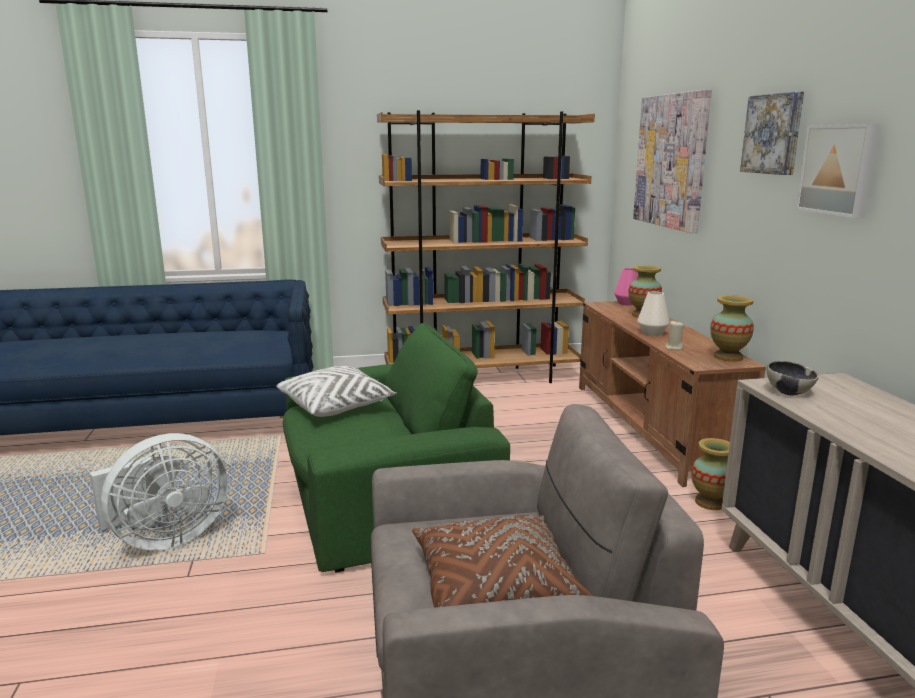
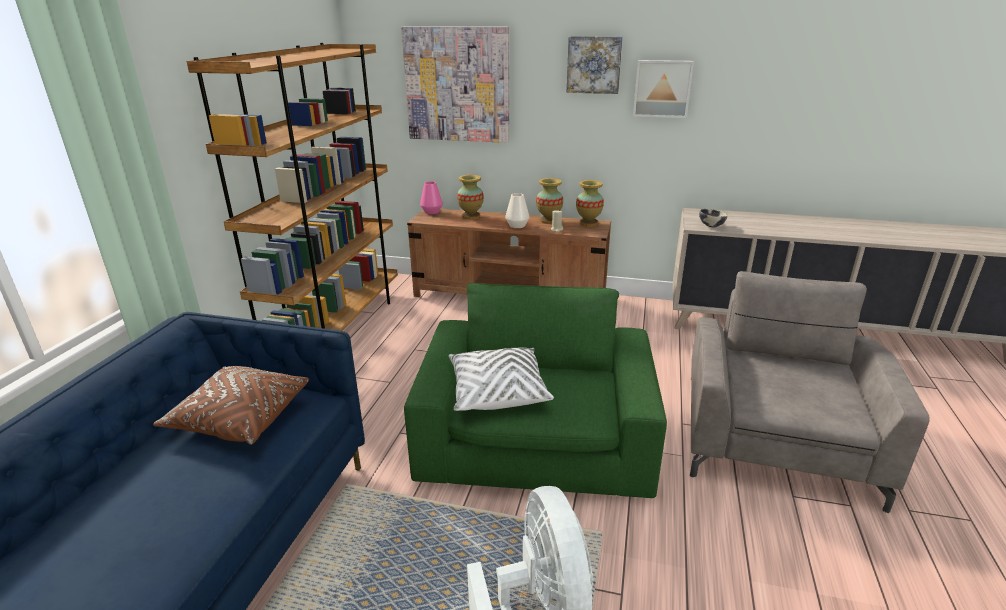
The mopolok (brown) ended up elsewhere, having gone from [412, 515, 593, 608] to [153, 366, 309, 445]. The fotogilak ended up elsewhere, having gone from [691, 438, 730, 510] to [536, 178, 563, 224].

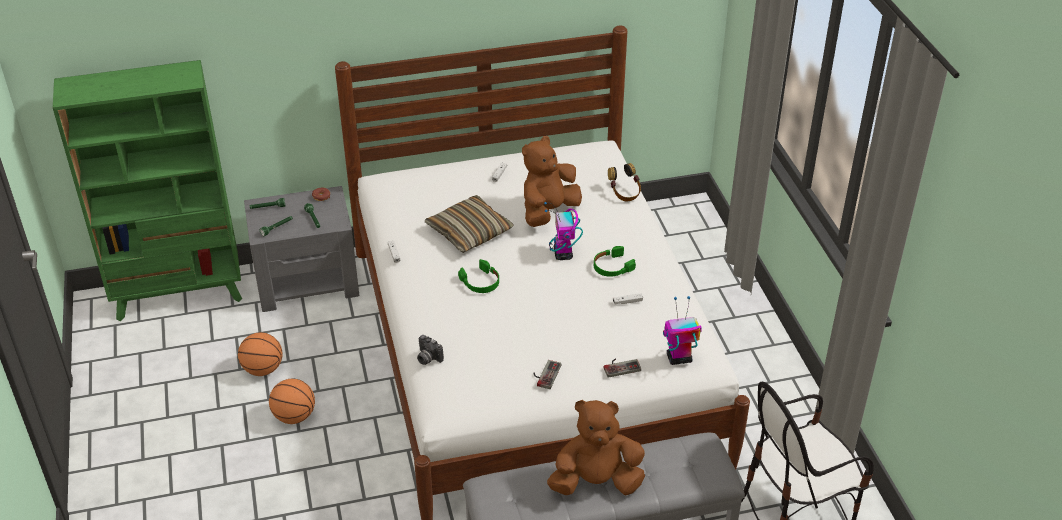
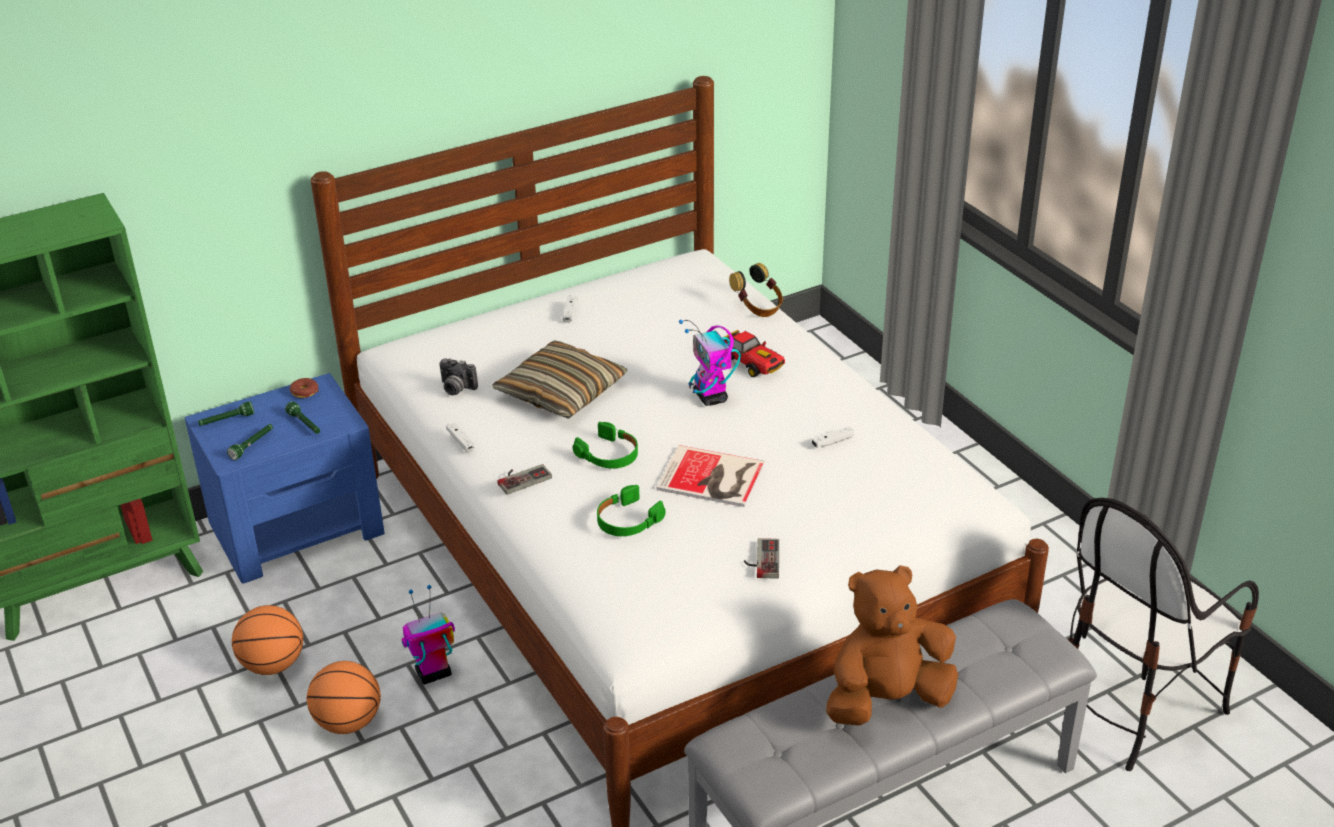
What was the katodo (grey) at [244, 186, 359, 312] turned into the katodo (blue) at [184, 373, 385, 584]. The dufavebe ended up elsewhere, having gone from [663, 296, 702, 365] to [402, 585, 455, 684]. The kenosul ended up elsewhere, having gone from [417, 335, 444, 365] to [440, 358, 478, 395]. The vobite ended up elsewhere, having gone from [604, 358, 641, 378] to [497, 464, 552, 495]. The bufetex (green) ended up elsewhere, having gone from [594, 246, 636, 277] to [597, 485, 665, 536]. The second view gained the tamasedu at [656, 445, 765, 507]. The second view gained the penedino at [724, 330, 785, 377]. The second view lost the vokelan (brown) at [522, 136, 582, 227].

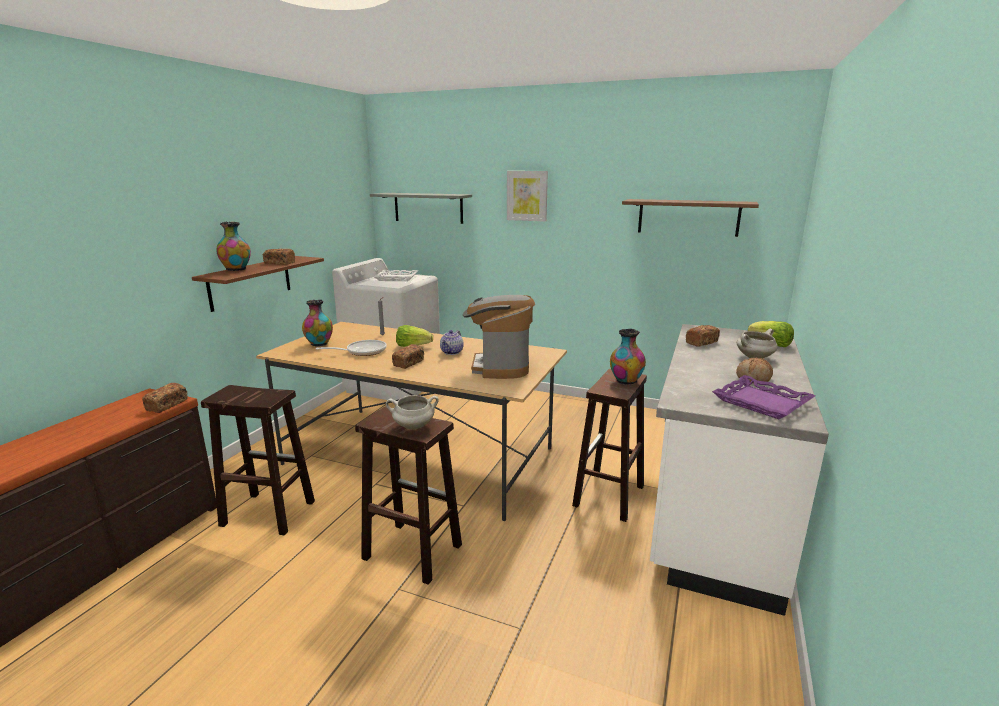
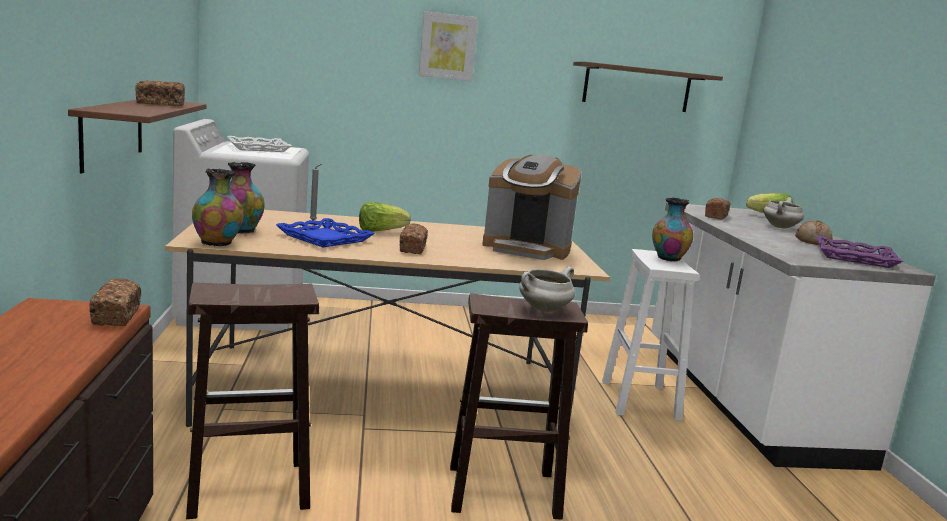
The fotogilak ended up elsewhere, having gone from [216, 222, 251, 271] to [192, 169, 244, 246]. Where the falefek stood at [316, 340, 387, 356], the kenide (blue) came to stand at [276, 218, 375, 247]. The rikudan at [463, 295, 535, 379] ended up facing another way, 45 degrees counterclockwise from before. What was the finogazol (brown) at [572, 369, 647, 522] turned into the finogazol (white) at [602, 249, 699, 421]. The second view lost the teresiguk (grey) at [370, 193, 472, 224]. The second view lost the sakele at [440, 330, 464, 355].

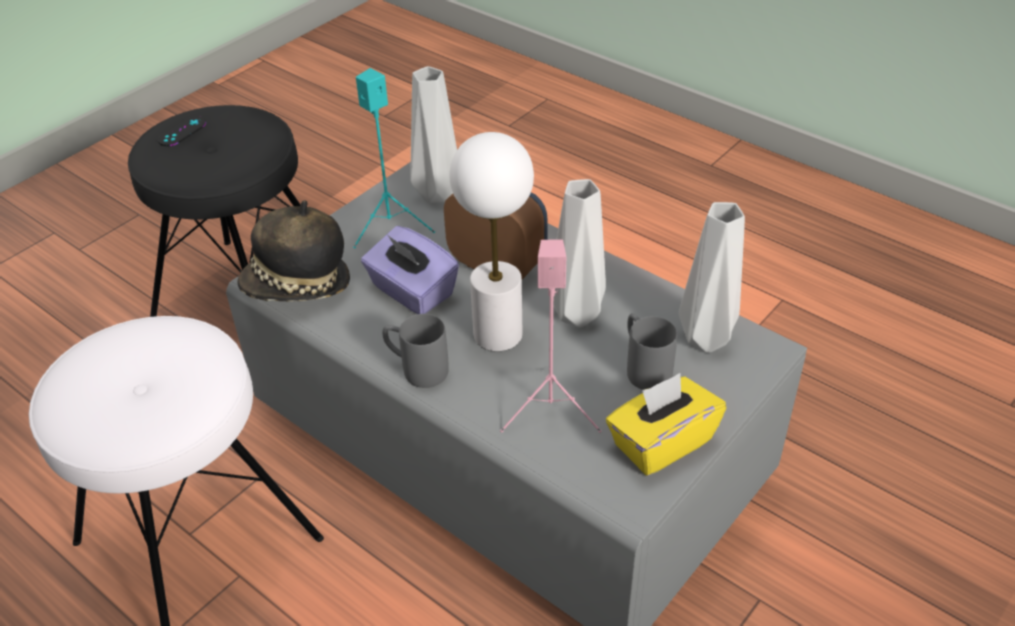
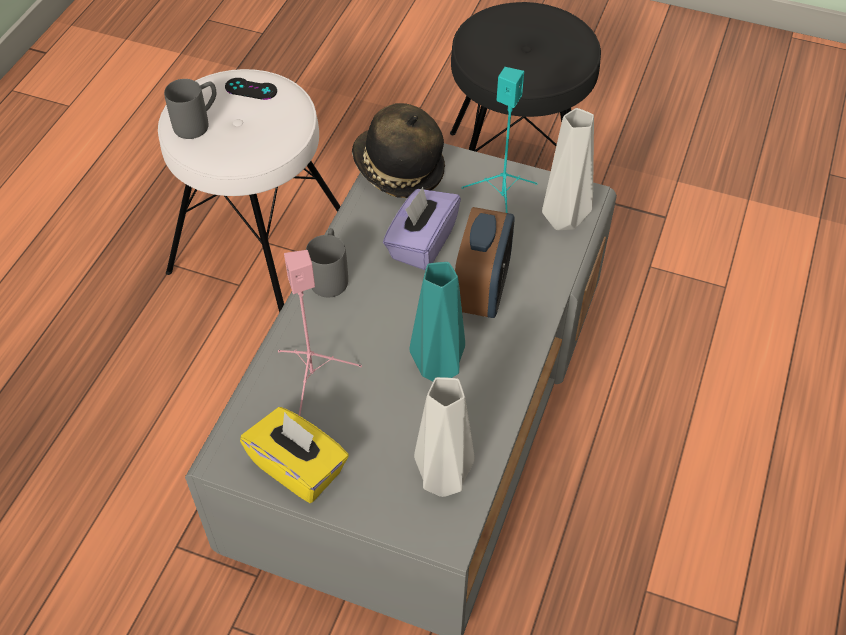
The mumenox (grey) ended up elsewhere, having gone from [627, 313, 677, 390] to [164, 79, 216, 139]. The vobite (black) ended up elsewhere, having gone from [158, 116, 206, 146] to [225, 78, 277, 100]. What was the fotogilak (grey) at [548, 179, 606, 328] turned into the fotogilak (turquoise) at [409, 262, 465, 381]. The second view lost the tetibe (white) at [449, 132, 534, 351].

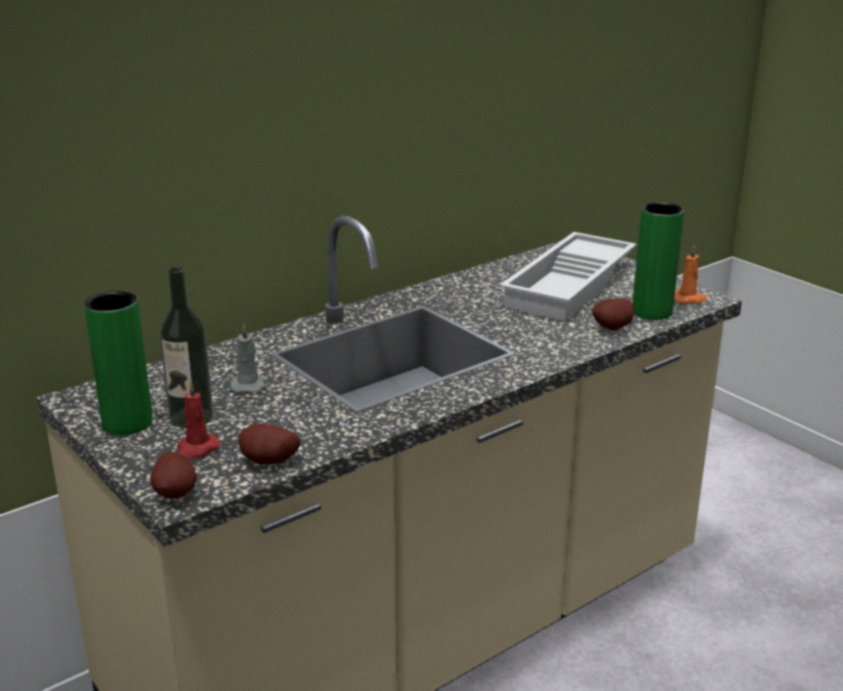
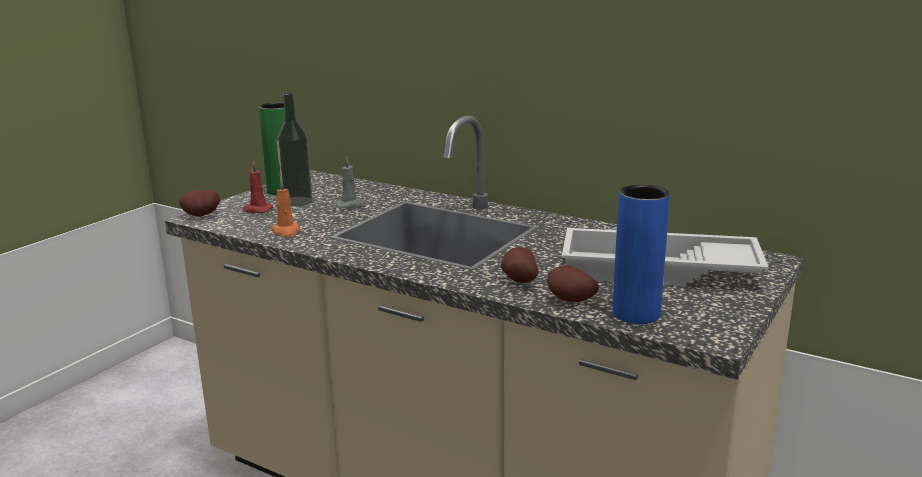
The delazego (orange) ended up elsewhere, having gone from [674, 245, 707, 304] to [271, 179, 300, 237]. The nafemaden ended up elsewhere, having gone from [238, 423, 300, 465] to [501, 247, 538, 283]. What was the fotogilak (green) at [632, 202, 684, 320] turned into the fotogilak (blue) at [612, 185, 670, 324].

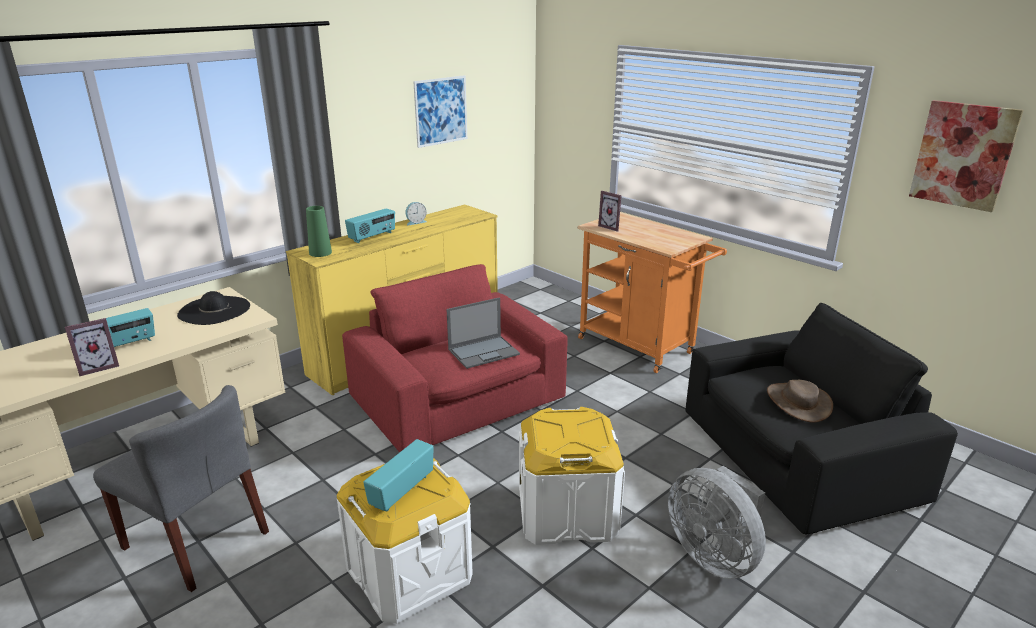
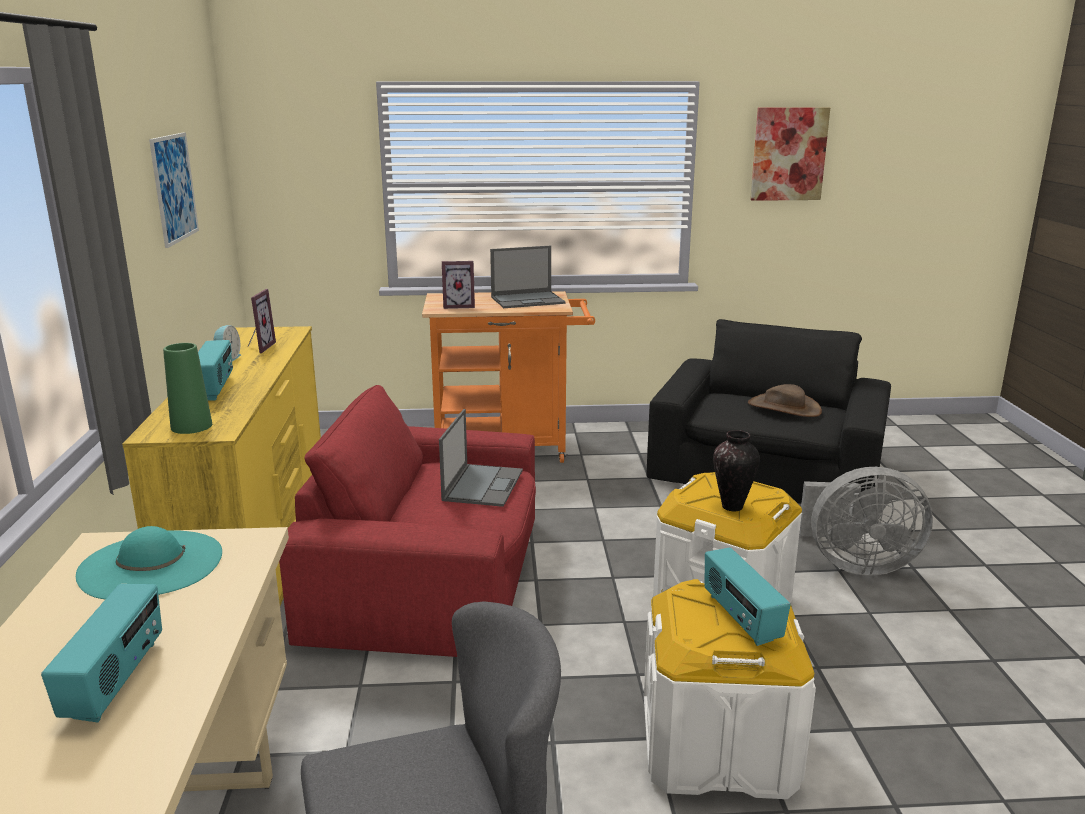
What was the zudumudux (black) at [177, 291, 250, 325] turned into the zudumudux (turquoise) at [76, 526, 222, 599]. The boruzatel ended up elsewhere, having gone from [65, 318, 119, 376] to [248, 289, 276, 353]. The second view gained the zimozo at [490, 246, 566, 308]. The second view gained the fotogilak at [713, 430, 760, 511].

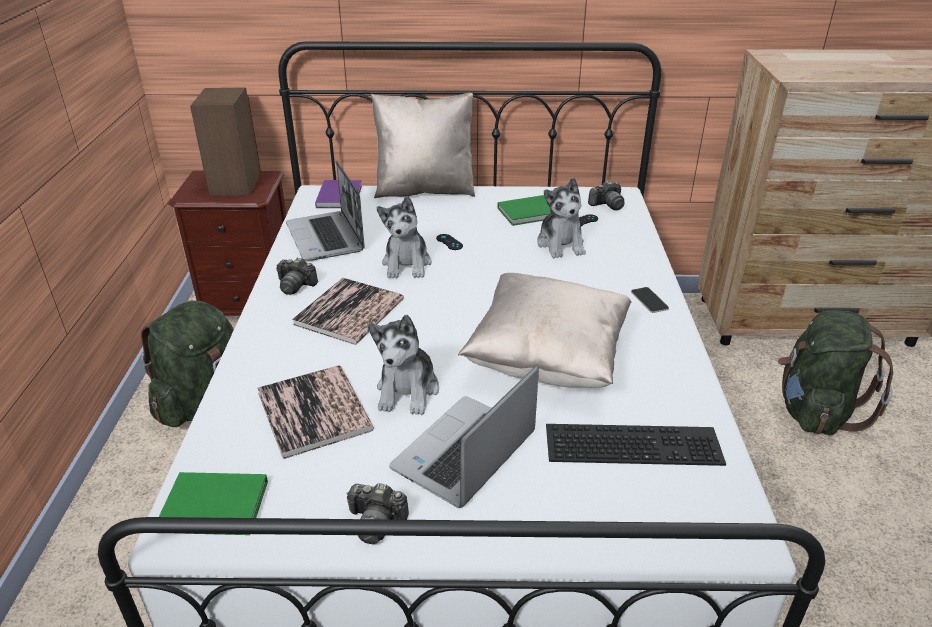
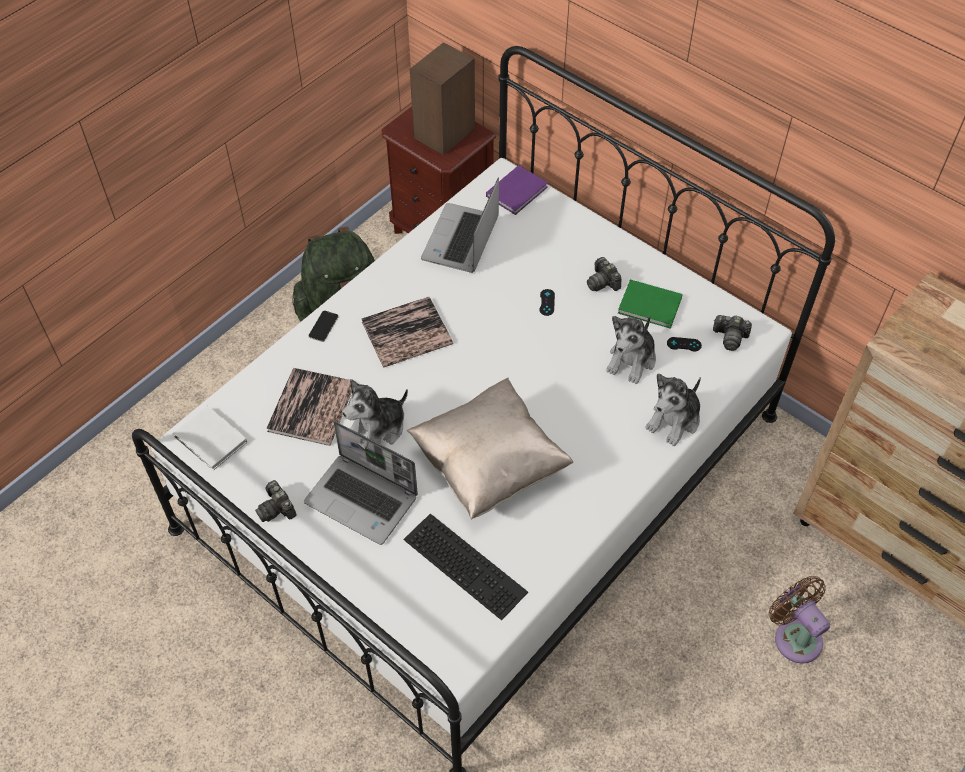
What was the tamasedu (green) at [159, 472, 268, 535] turned into the tamasedu (white) at [173, 406, 247, 471]. The zimozo at [389, 365, 539, 508] ended up facing another way, 135 degrees counterclockwise from before. The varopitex ended up elsewhere, having gone from [631, 287, 669, 313] to [308, 311, 339, 342]. The kenosul ended up elsewhere, having gone from [276, 257, 318, 295] to [587, 257, 621, 291]. The vokelan ended up elsewhere, having gone from [377, 196, 432, 278] to [645, 373, 701, 446]. Where the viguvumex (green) stood at [778, 310, 893, 435], the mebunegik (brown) came to stand at [769, 576, 830, 664]. The second view lost the mopolok (beige) at [371, 93, 475, 198].

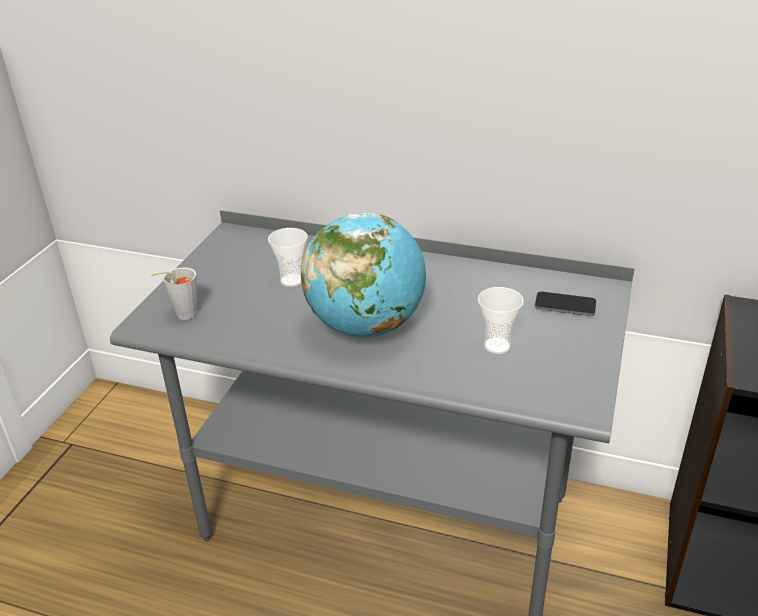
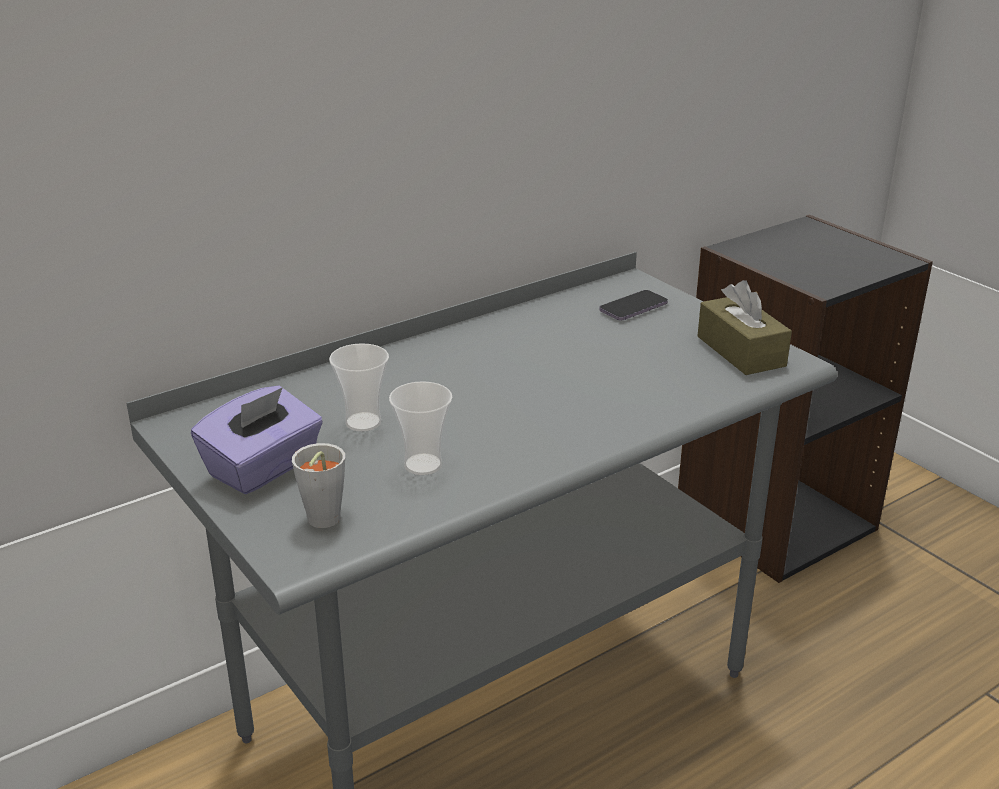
The second view gained the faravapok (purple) at [191, 385, 323, 494]. The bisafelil ended up elsewhere, having gone from [478, 287, 524, 354] to [389, 381, 452, 475]. The second view gained the faravapok (brown) at [697, 280, 792, 375]. The second view lost the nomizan at [301, 212, 426, 337].

